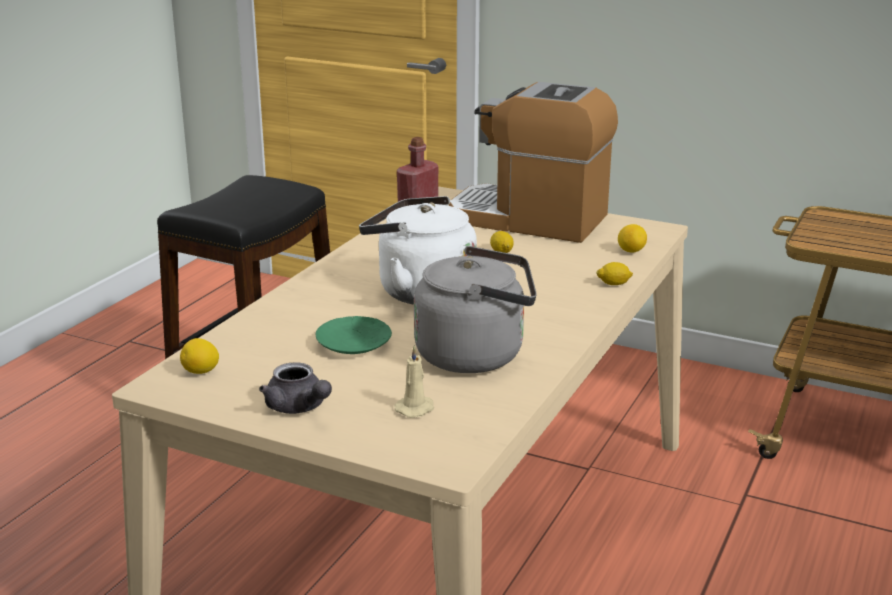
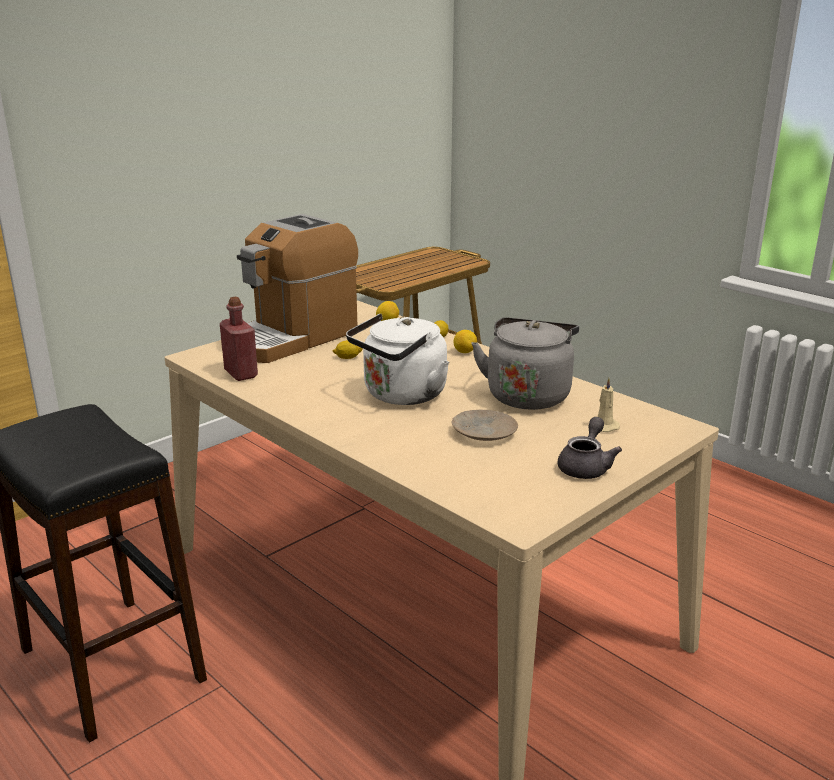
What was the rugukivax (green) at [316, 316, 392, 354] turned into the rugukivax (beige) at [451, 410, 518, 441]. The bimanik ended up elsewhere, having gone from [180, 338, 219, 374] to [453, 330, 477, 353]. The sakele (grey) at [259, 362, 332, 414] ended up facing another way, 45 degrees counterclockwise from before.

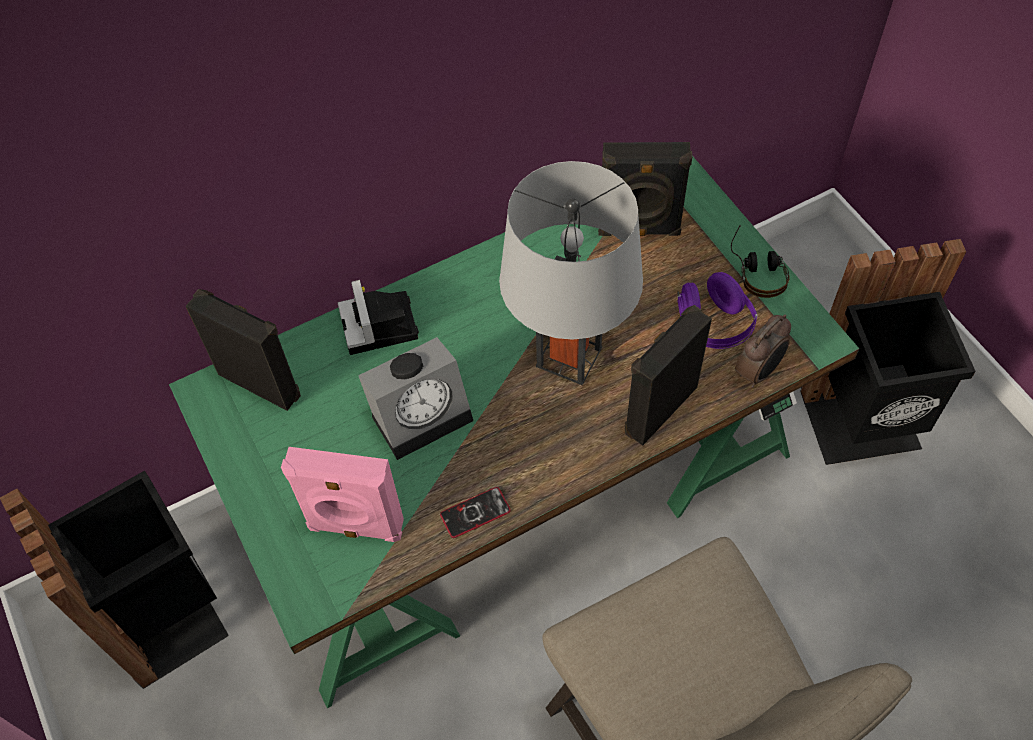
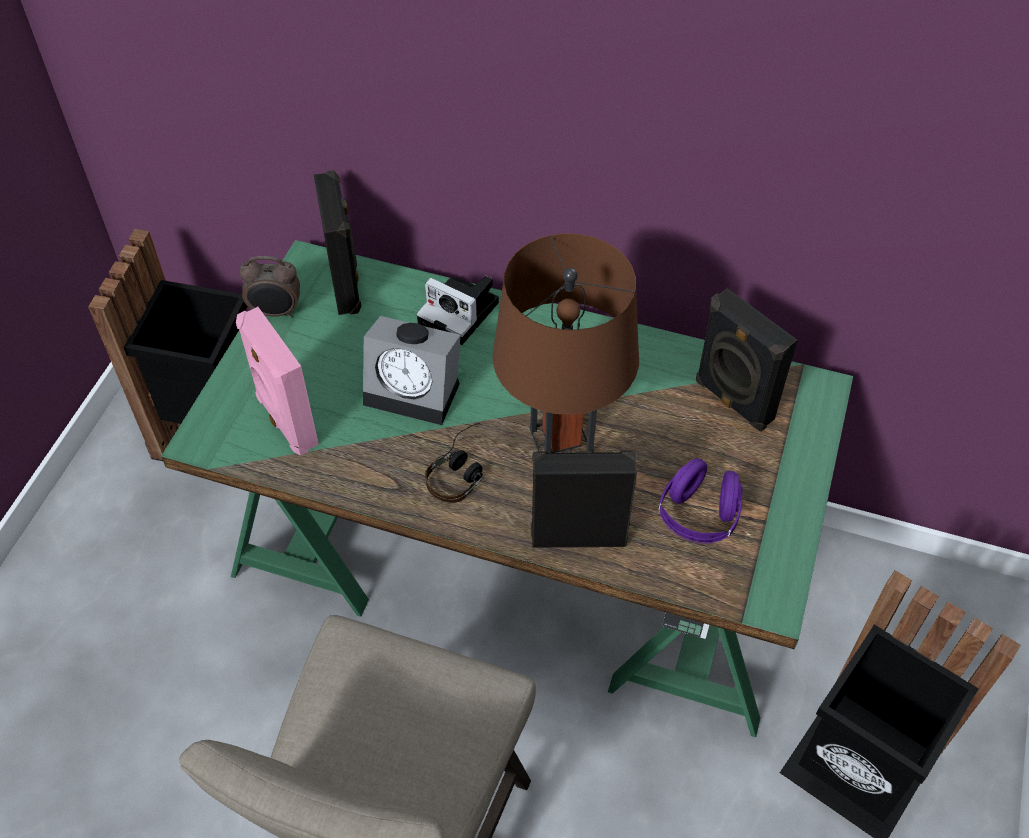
The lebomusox ended up elsewhere, having gone from [735, 314, 791, 388] to [240, 256, 300, 317]. The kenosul at [338, 280, 419, 355] ended up facing another way, 90 degrees counterclockwise from before. The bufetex ended up elsewhere, having gone from [731, 225, 790, 298] to [425, 423, 483, 503]. What was the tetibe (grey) at [499, 161, 643, 385] turned into the tetibe (brown) at [492, 233, 639, 453]. The second view lost the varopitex at [440, 487, 511, 538].

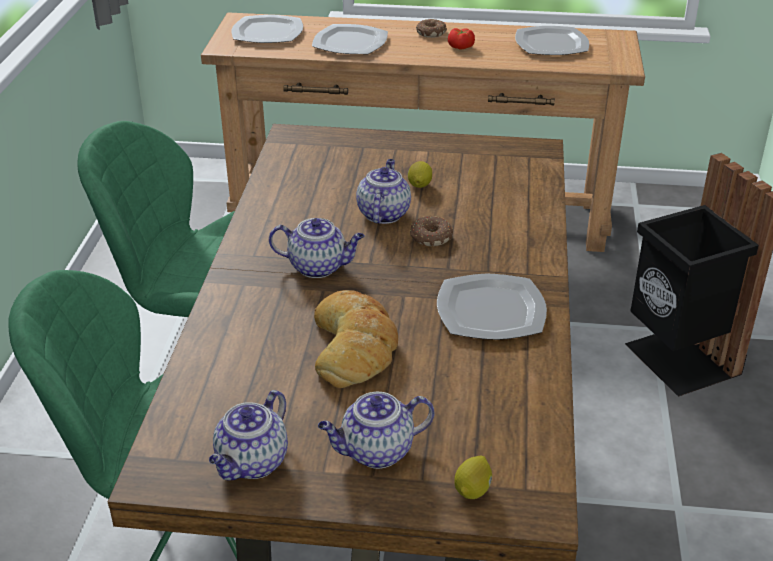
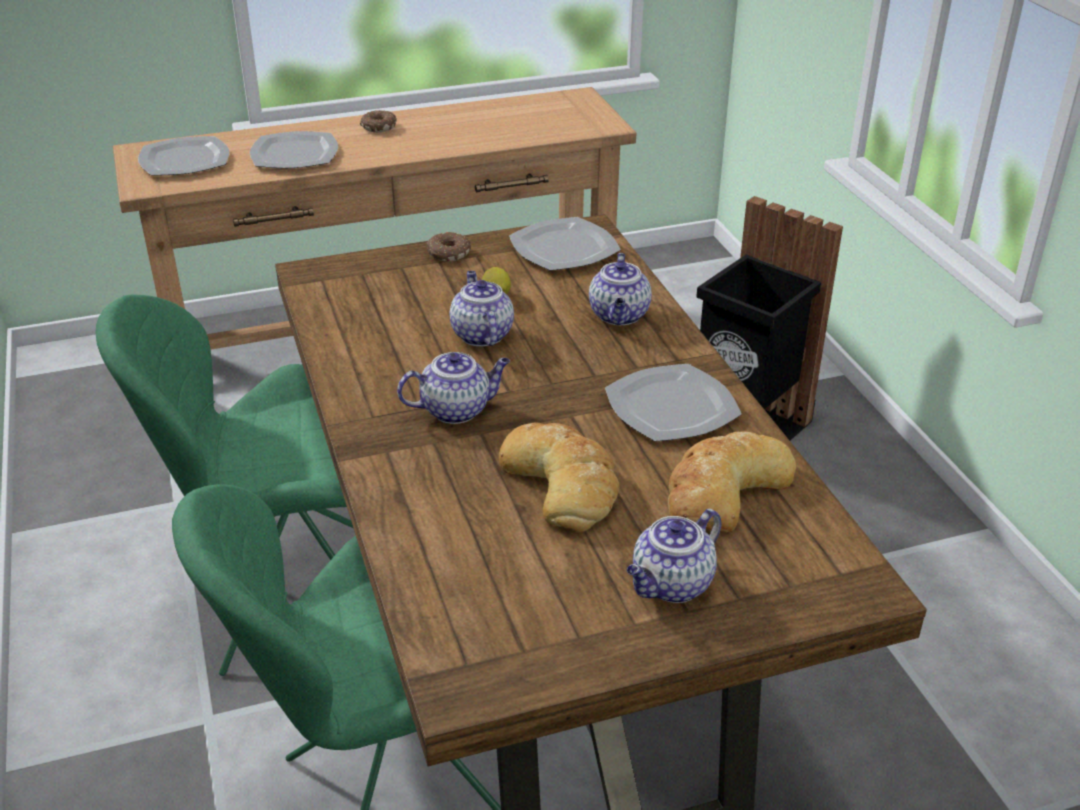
The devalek ended up elsewhere, having gone from [410, 216, 453, 246] to [426, 232, 471, 261]. The rugukivax ended up elsewhere, having gone from [515, 26, 589, 55] to [509, 217, 621, 271]. The sakele ended up elsewhere, having gone from [209, 390, 288, 481] to [589, 253, 652, 325]. The second view gained the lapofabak at [668, 432, 796, 533]. The second view lost the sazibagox at [448, 28, 475, 50]. The second view lost the bimanik at [454, 456, 492, 499].

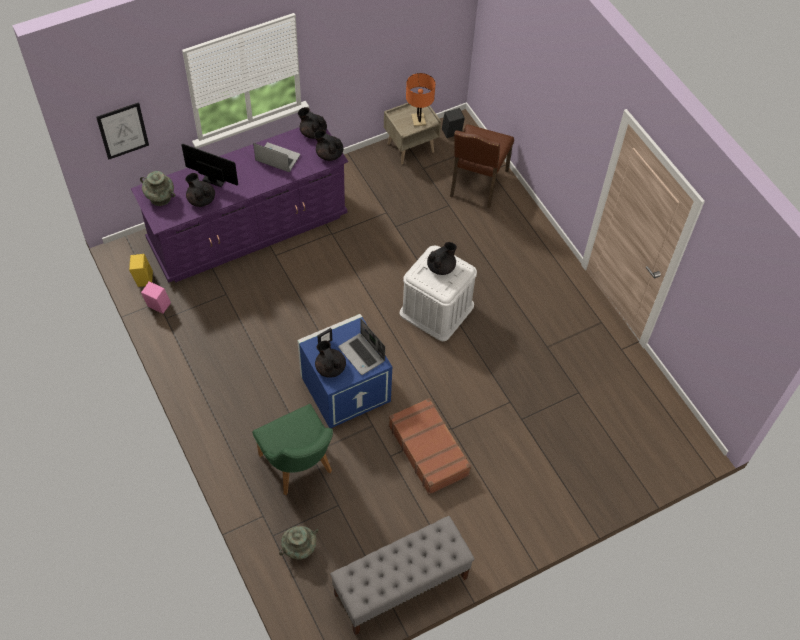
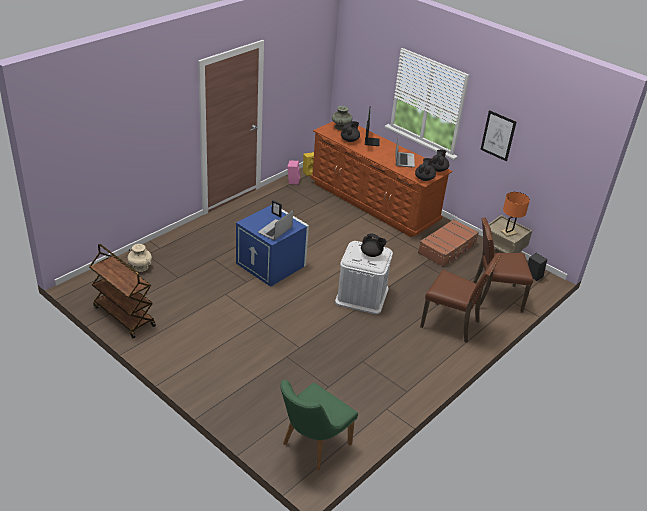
Where the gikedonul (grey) stood at [330, 516, 475, 635], the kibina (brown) came to stand at [89, 244, 156, 339]. What was the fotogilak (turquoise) at [279, 526, 318, 560] turned into the fotogilak (beige) at [128, 244, 152, 272]. The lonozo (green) ended up elsewhere, having gone from [252, 404, 333, 495] to [281, 380, 358, 470]. What was the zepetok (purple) at [131, 127, 348, 283] turned into the zepetok (brown) at [311, 122, 452, 237]. The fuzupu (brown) ended up elsewhere, having gone from [389, 398, 471, 495] to [418, 219, 479, 267]. The second view gained the lonozo (brown) at [420, 253, 502, 343]. The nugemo ended up elsewhere, having gone from [96, 102, 149, 160] to [480, 110, 516, 161]. The second view lost the sakele (black) at [315, 341, 346, 378].

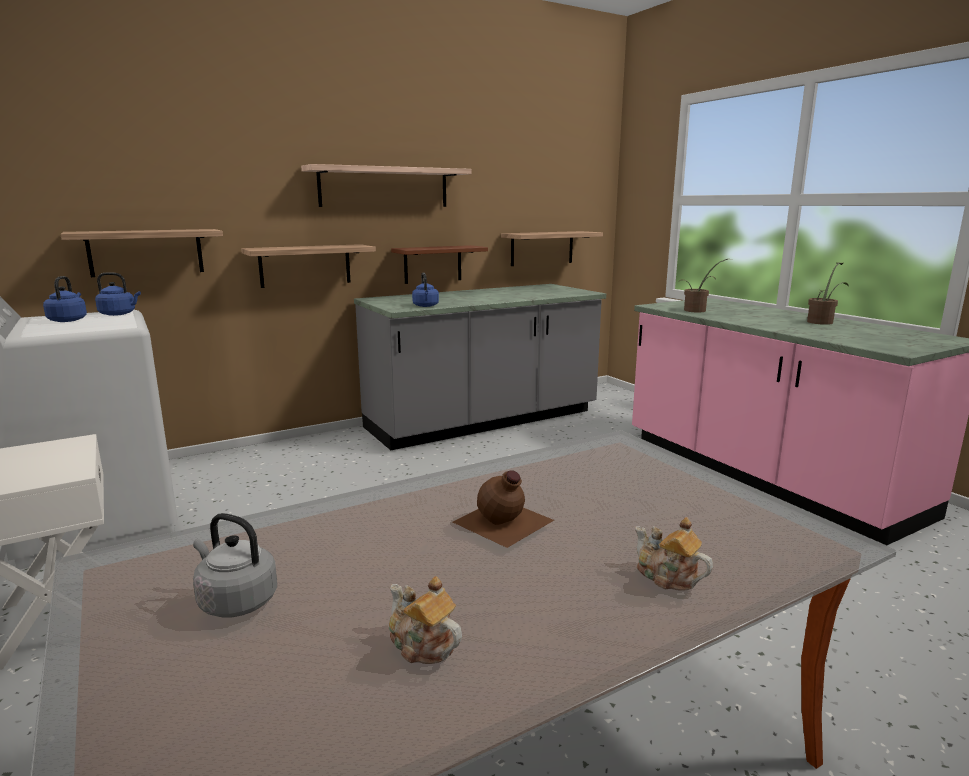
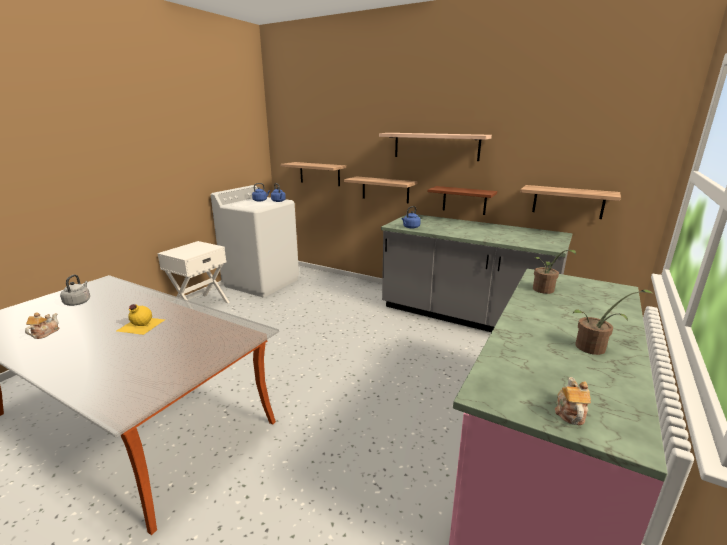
What was the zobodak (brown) at [453, 471, 554, 548] turned into the zobodak (yellow) at [117, 304, 164, 335]. The sakele ended up elsewhere, having gone from [635, 517, 713, 591] to [555, 377, 591, 425].

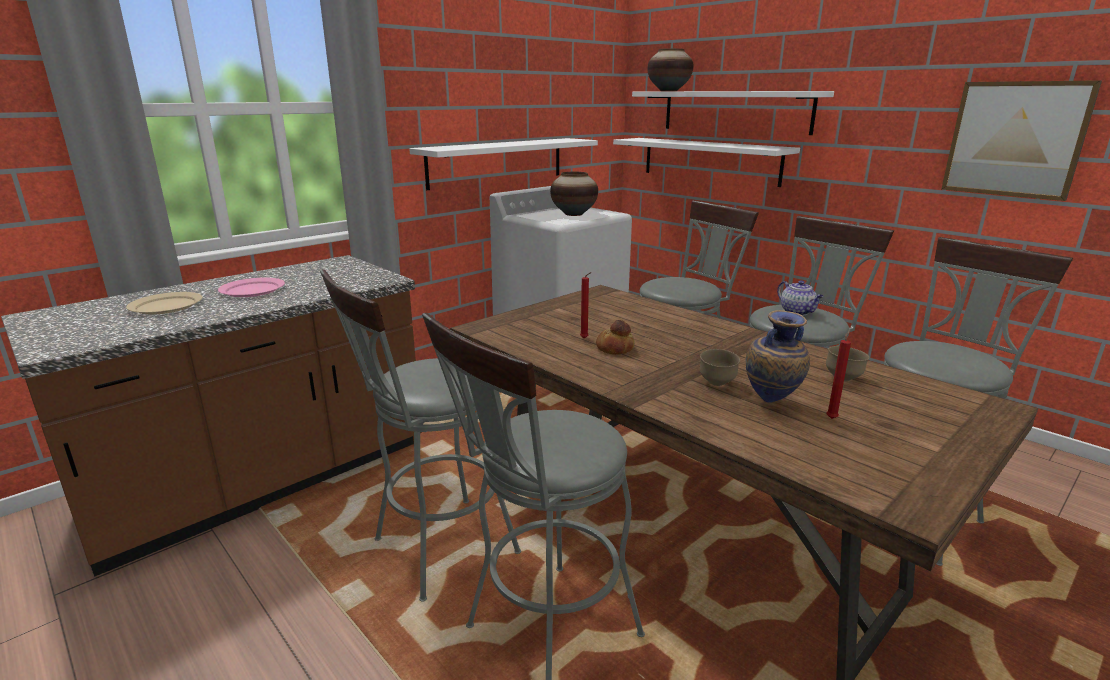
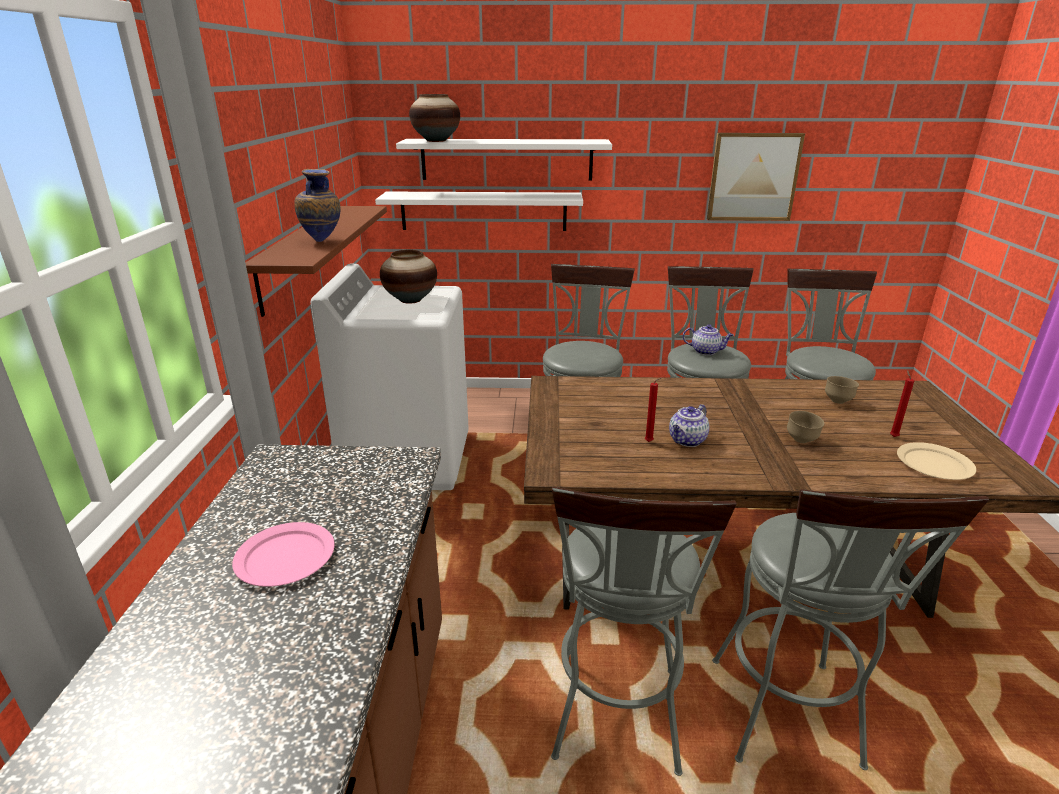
What was the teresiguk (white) at [409, 138, 598, 190] turned into the teresiguk (brown) at [245, 206, 387, 317]. The fotogilak ended up elsewhere, having gone from [746, 310, 810, 403] to [294, 169, 341, 242]. Where the lapofabak stood at [596, 320, 635, 355], the sakele came to stand at [669, 404, 709, 447]. The rugukivax (beige) ended up elsewhere, having gone from [126, 292, 202, 315] to [897, 442, 976, 480].

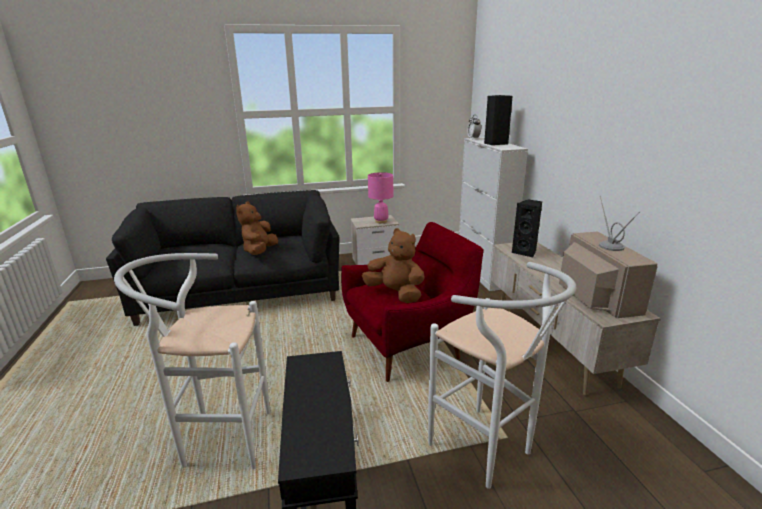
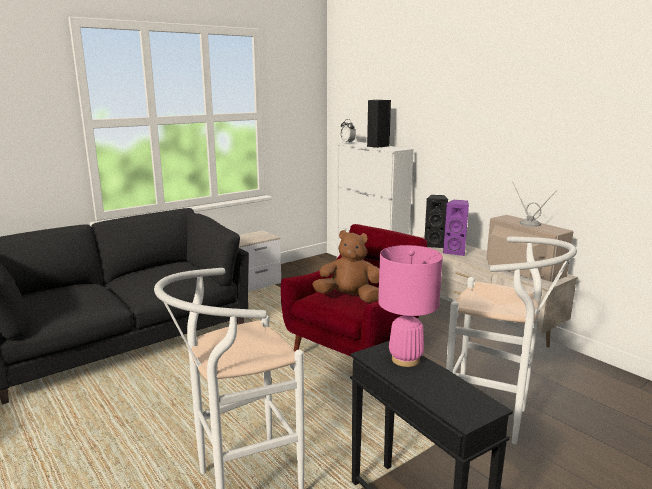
The tetibe (pink) ended up elsewhere, having gone from [368, 172, 393, 223] to [378, 245, 443, 367]. The second view gained the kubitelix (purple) at [443, 200, 469, 256]. The second view lost the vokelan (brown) at [236, 202, 278, 255].

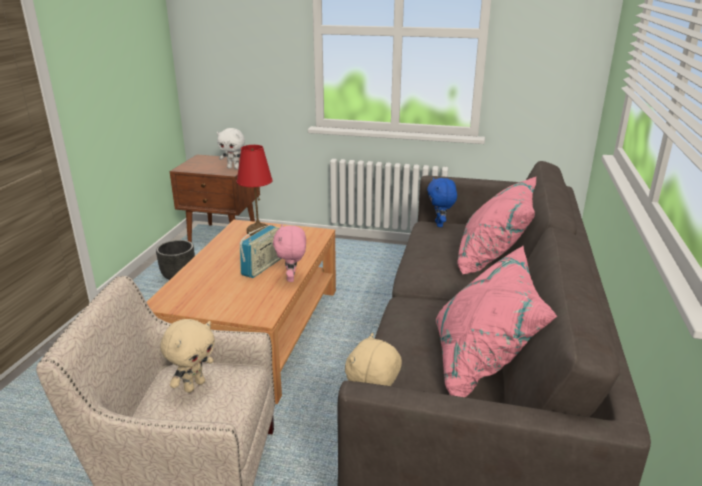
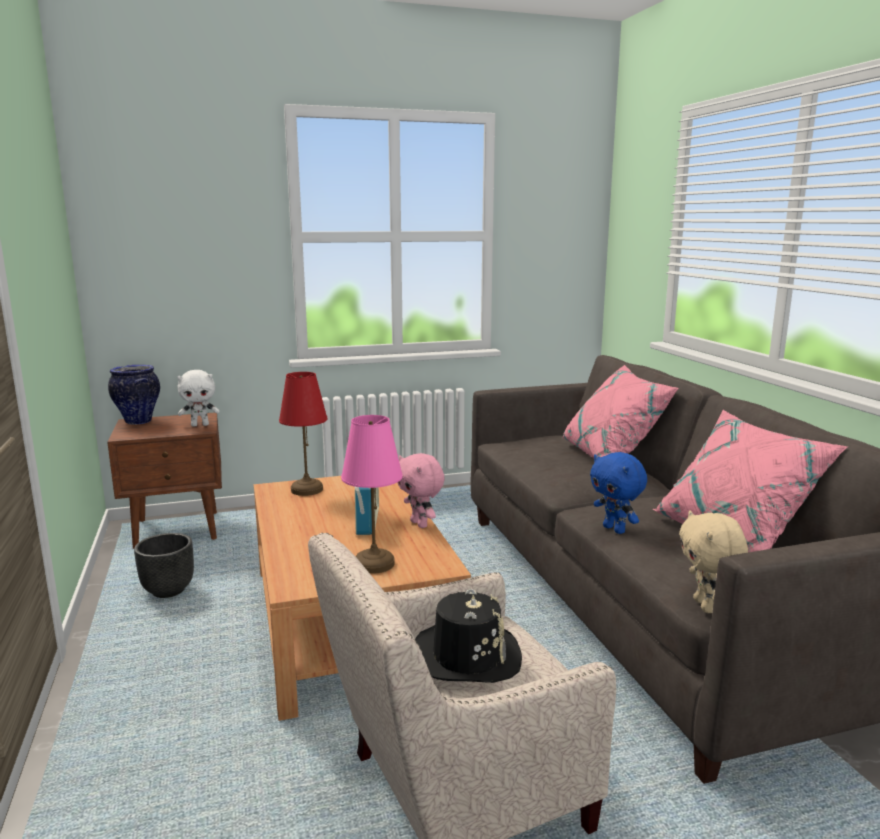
The second view gained the fotogilak at [108, 365, 160, 425]. The second view gained the tetibe (pink) at [341, 415, 403, 574]. Where the vokelan (beige) stood at [160, 319, 215, 393], the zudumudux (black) came to stand at [415, 589, 522, 683]. The vokelan (blue) ended up elsewhere, having gone from [427, 177, 457, 227] to [590, 452, 647, 534].

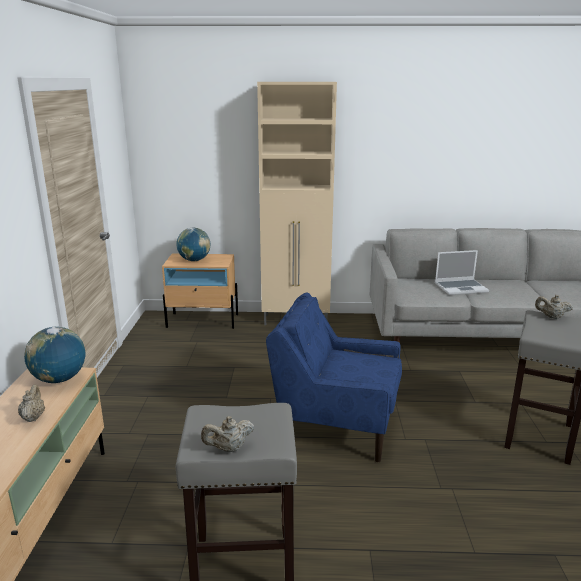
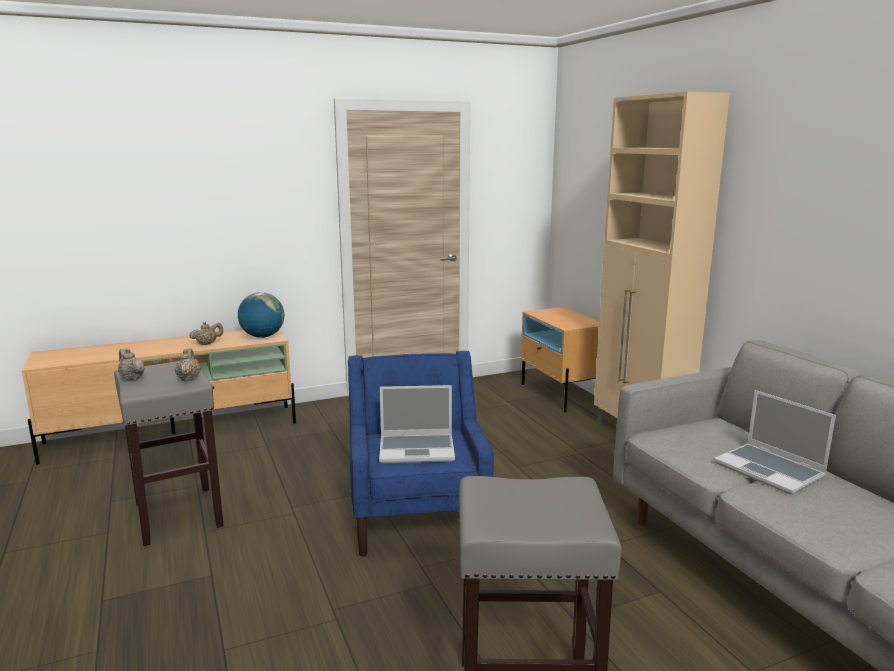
The sakele (beige) ended up elsewhere, having gone from [535, 295, 573, 319] to [175, 348, 201, 381]. The second view gained the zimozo at [379, 385, 455, 463]. The second view lost the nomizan at [176, 228, 210, 261].

